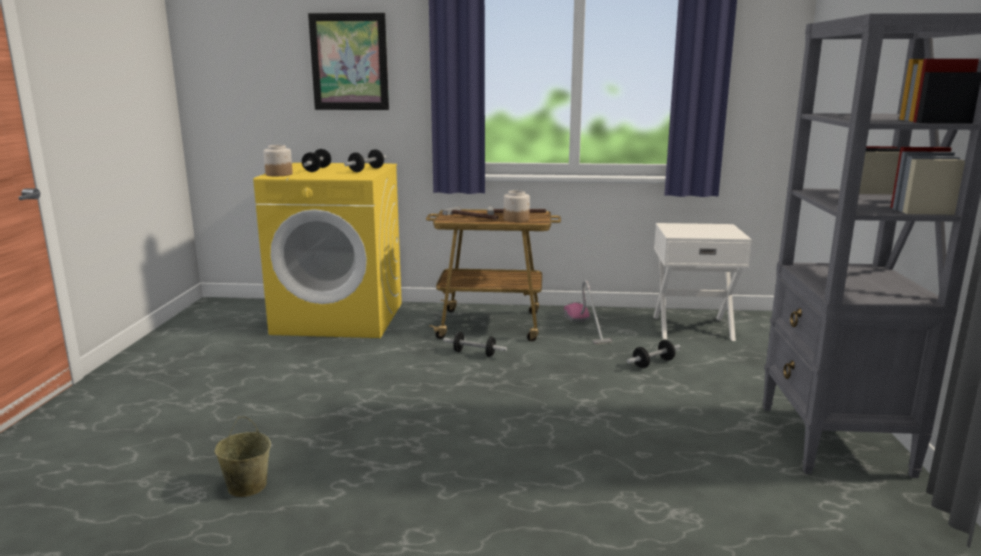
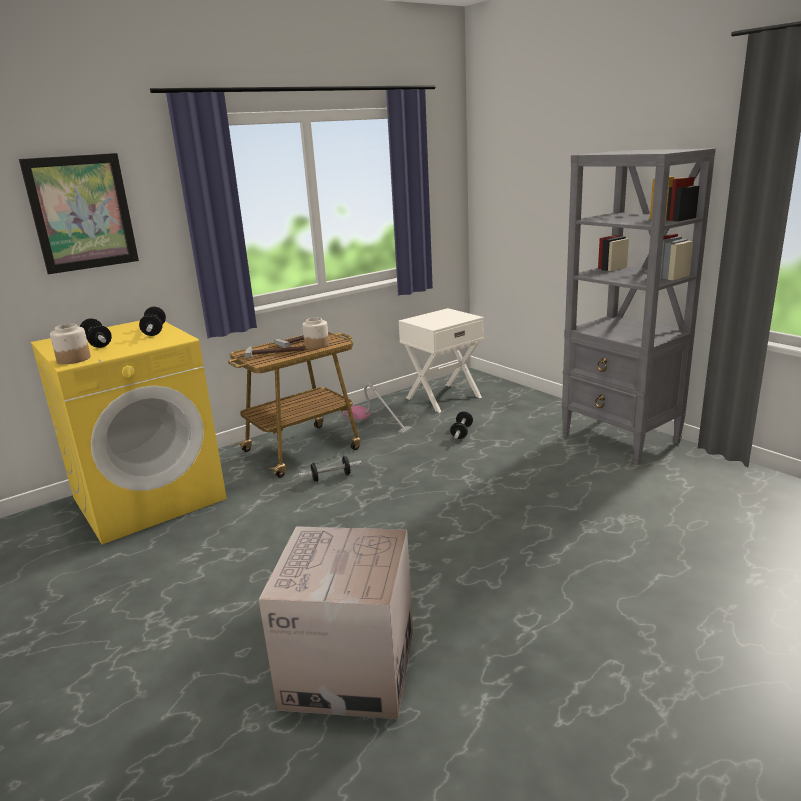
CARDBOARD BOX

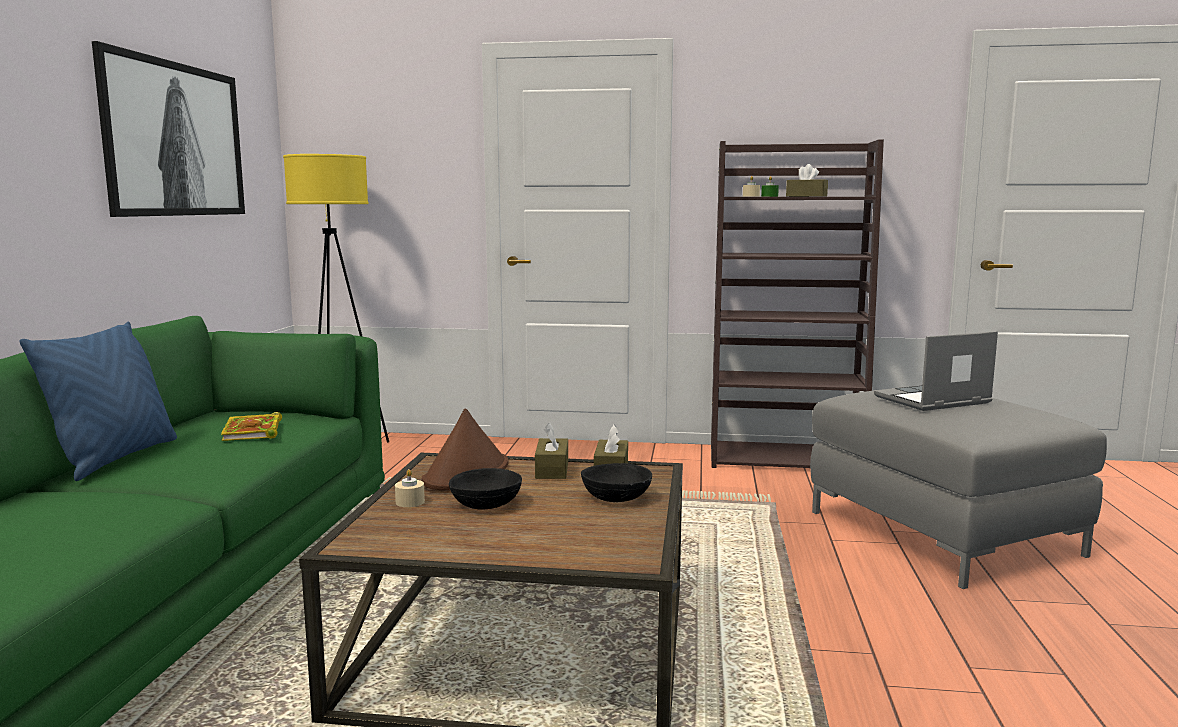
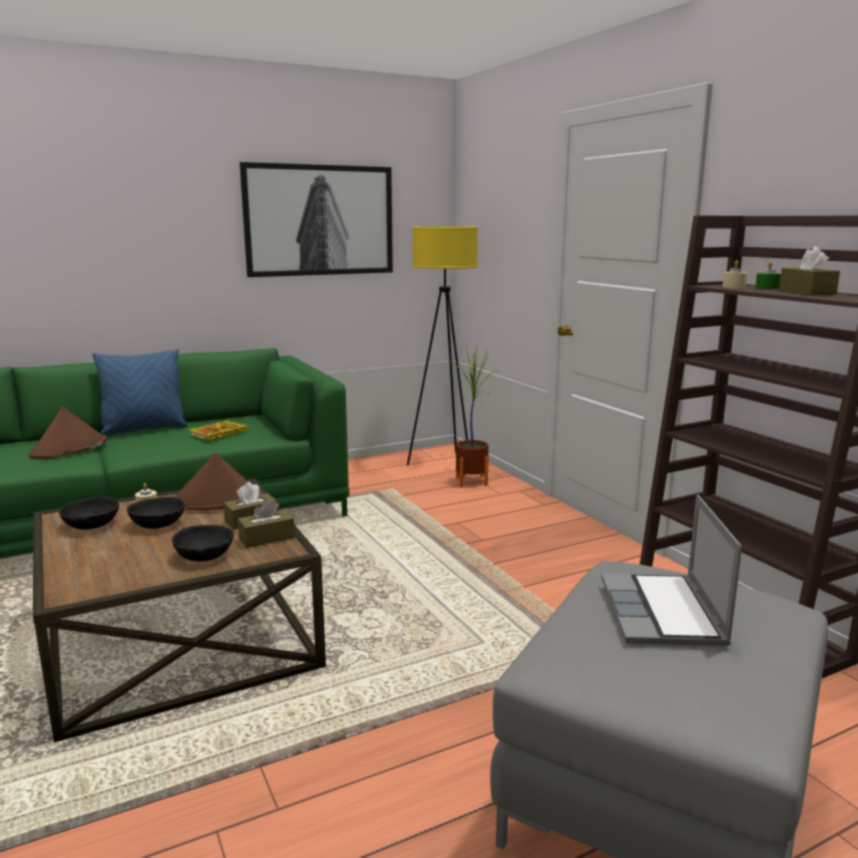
BROWN CLOTHING HAT (no. 1 from left); BLACK-COLOURED BOWL (no. 1 from left); POTTED PLANT; PORTABLE COMPUTER

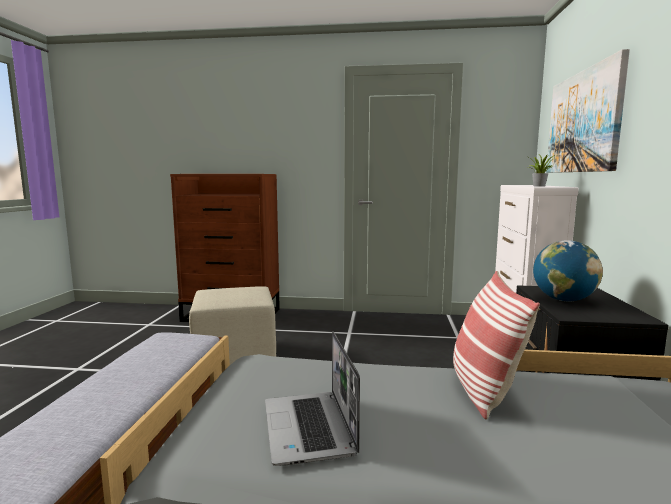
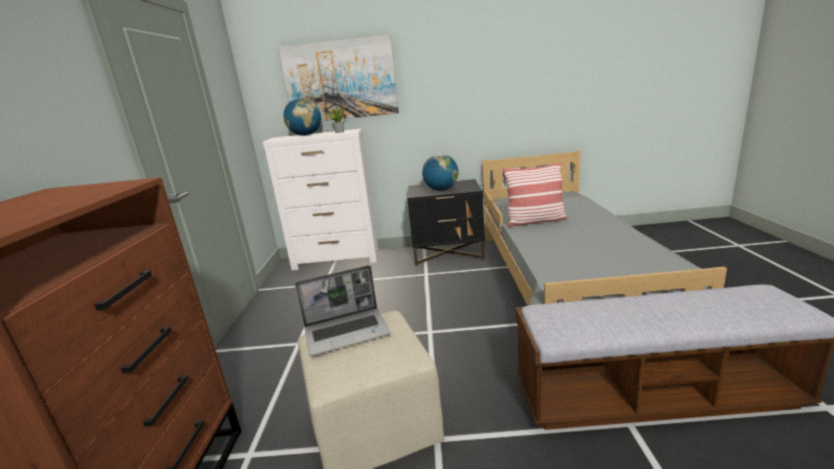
GLOBE (no. 1 from left); PORTABLE COMPUTER

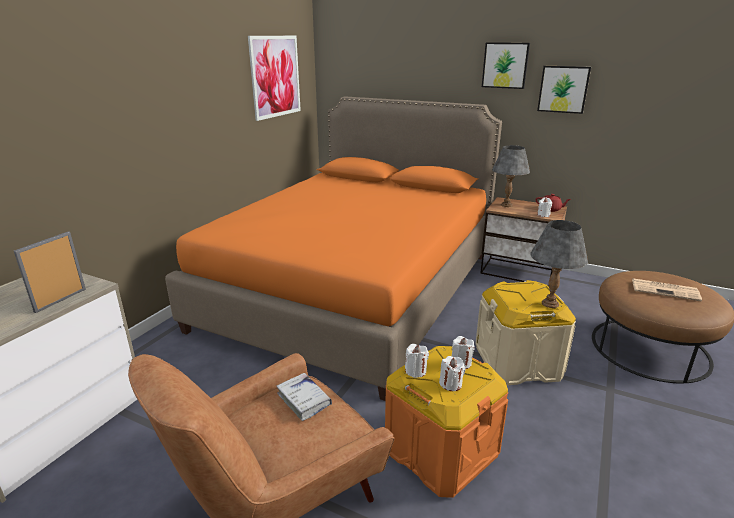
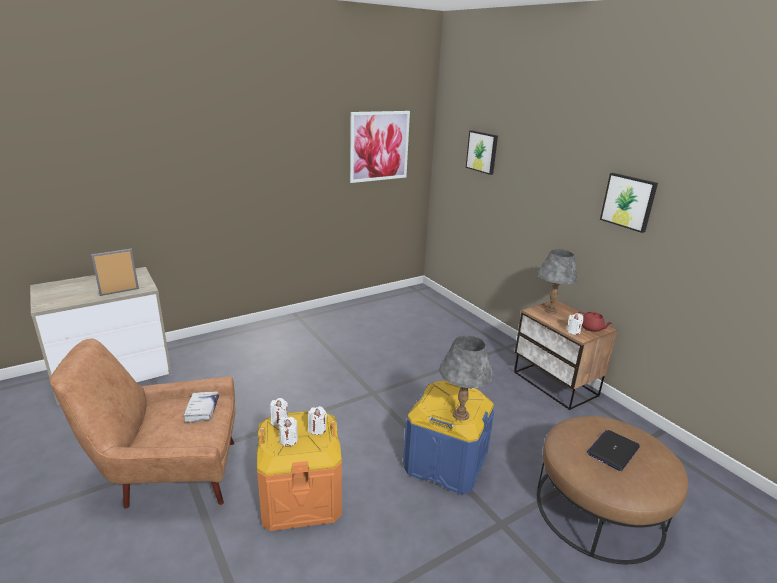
BLUE-COLOURED STORAGE BIN; WALL ART (no. 2 from left); PORTABLE COMPUTER; ORANGE-COLOURED SLEEPING BED

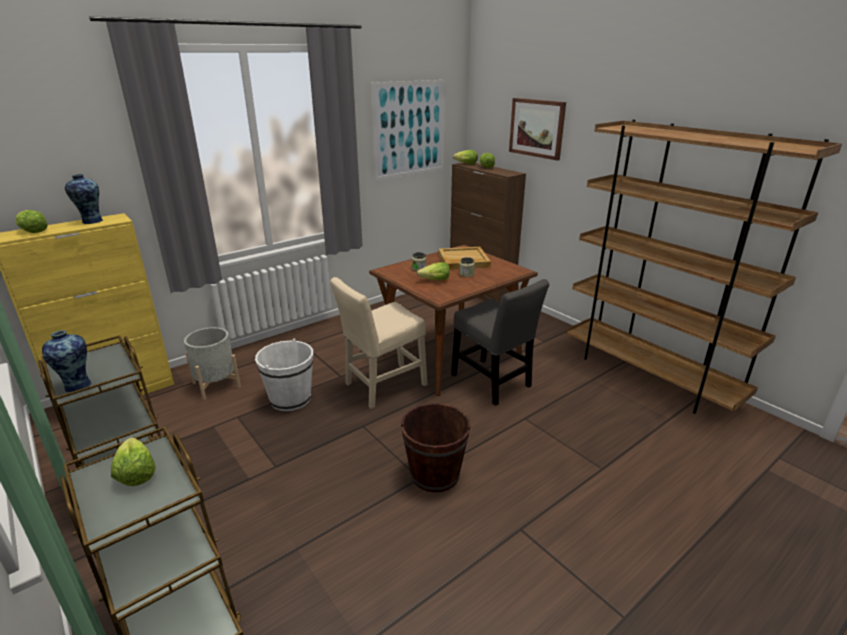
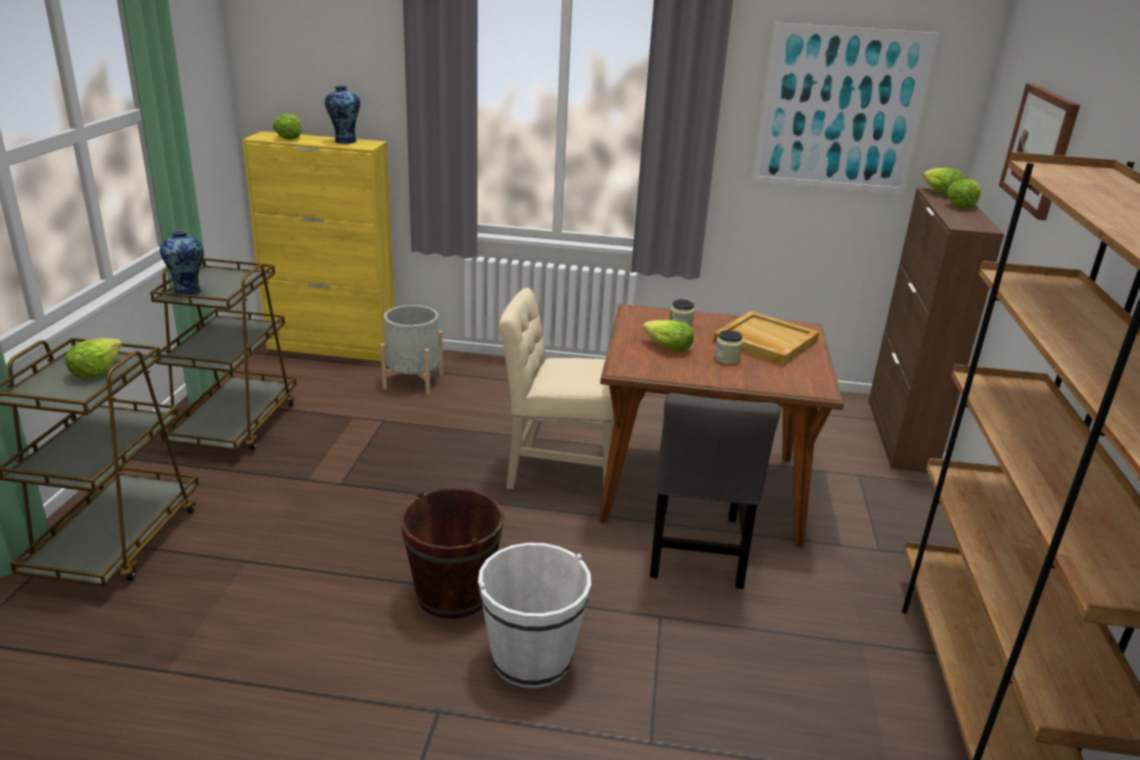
WHITE-COLOURED PAIL

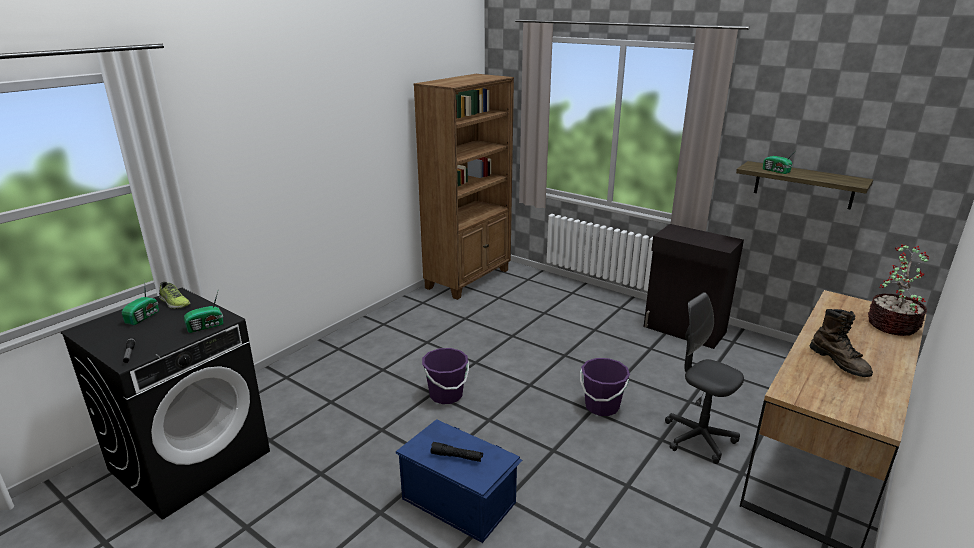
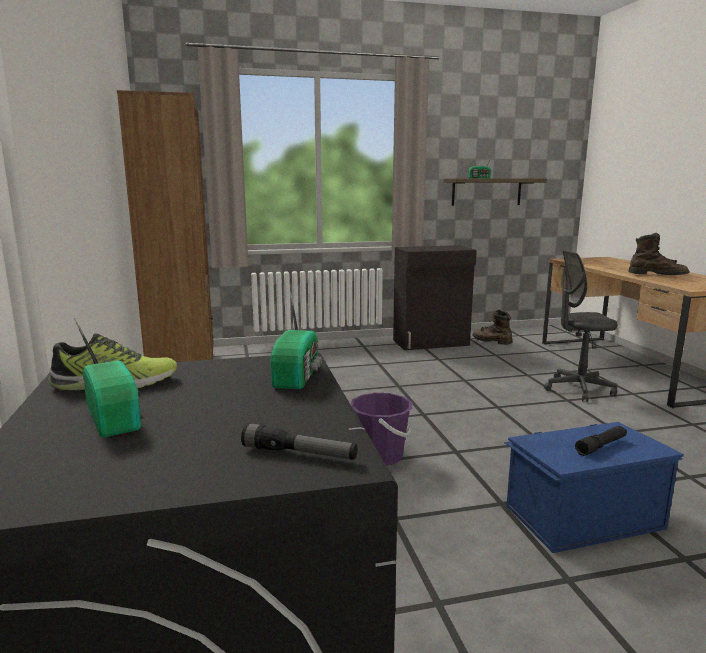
BROWN TALL BOOT (no. 1 from left); PURPLISH PAIL (no. 2 from left in the first image); POTTED PLANT

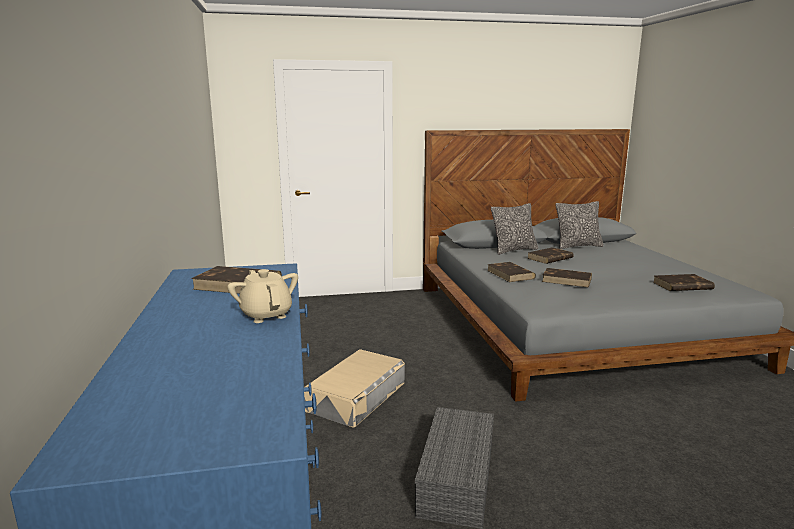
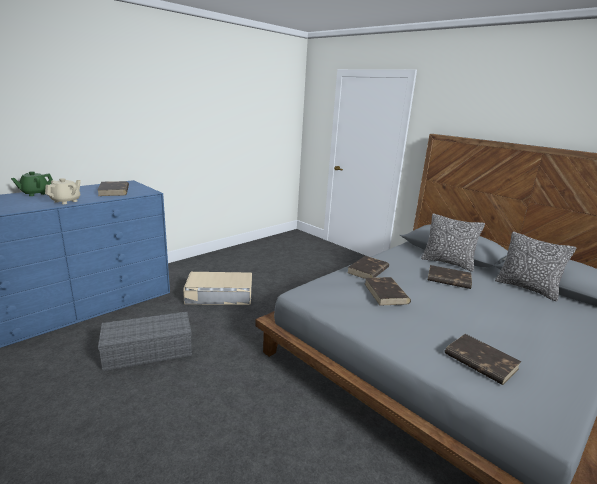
GREENISH POT FOR TEA

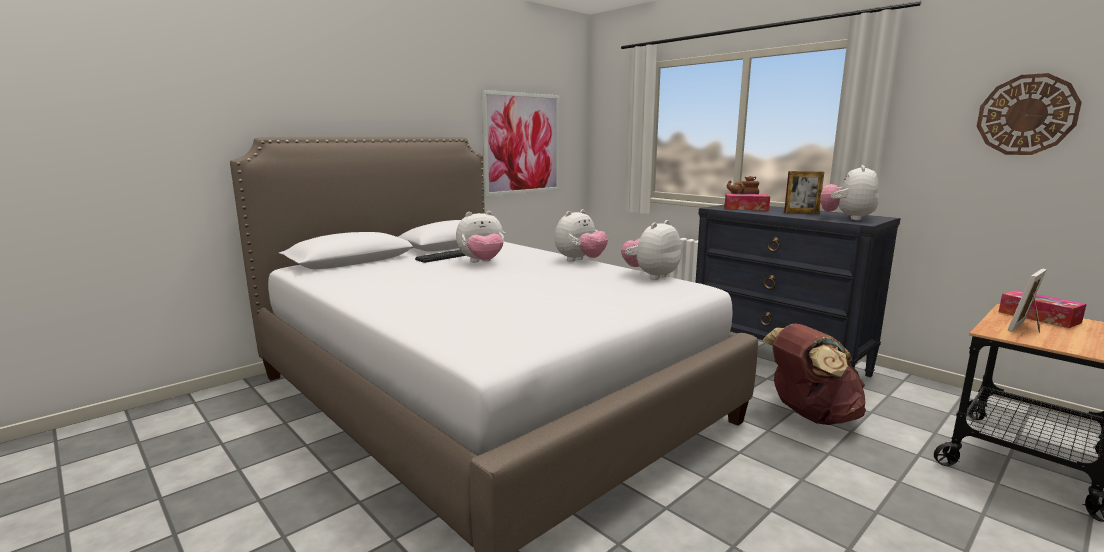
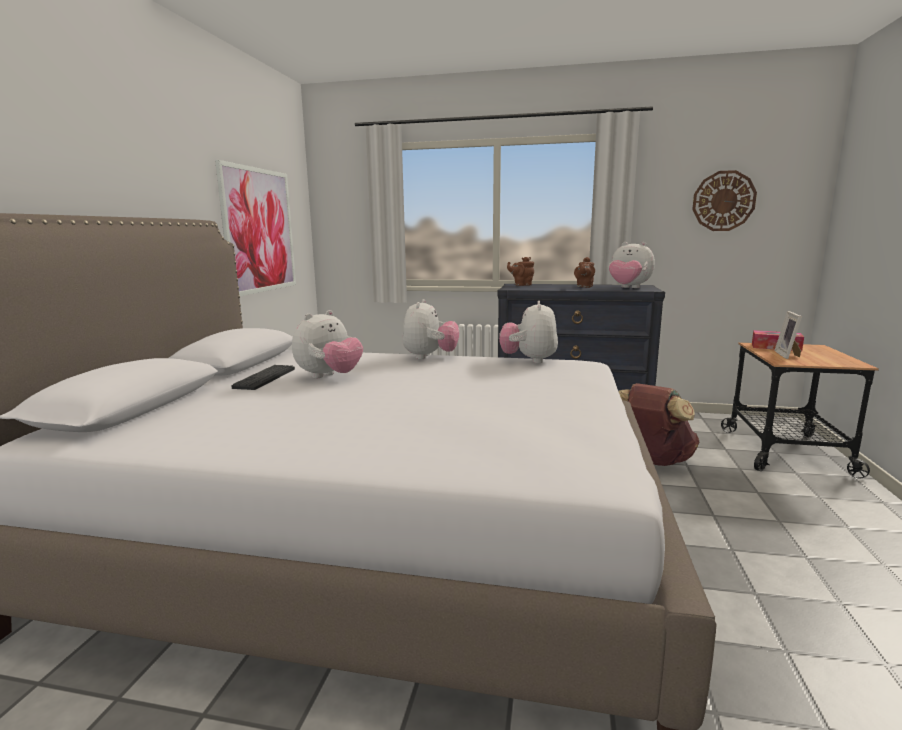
BROWN POT FOR TEA (no. 2 from left); SOFT TOY (no. 4 from left); TISSUE HOLDER (no. 1 from left in the first image)

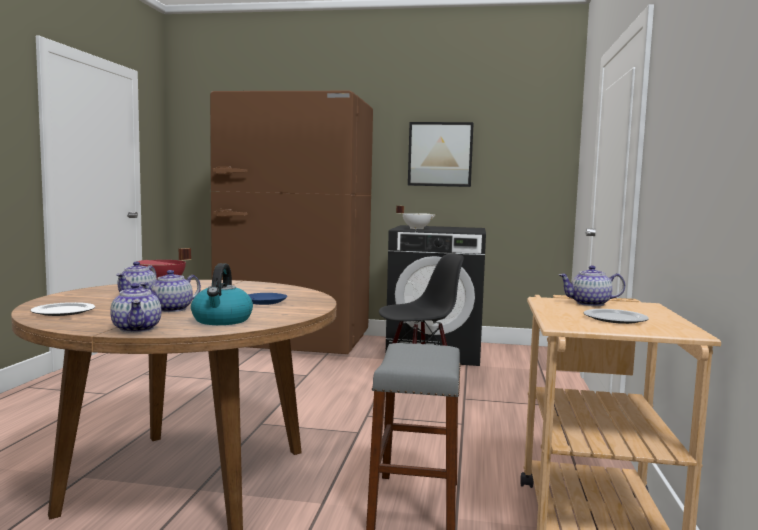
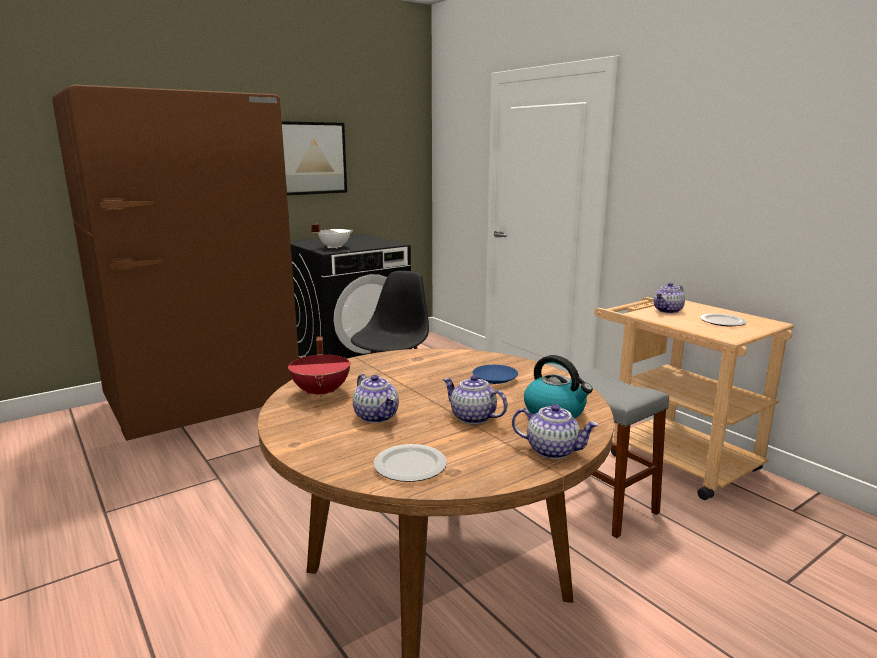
POT FOR TEA (no. 2 from left)

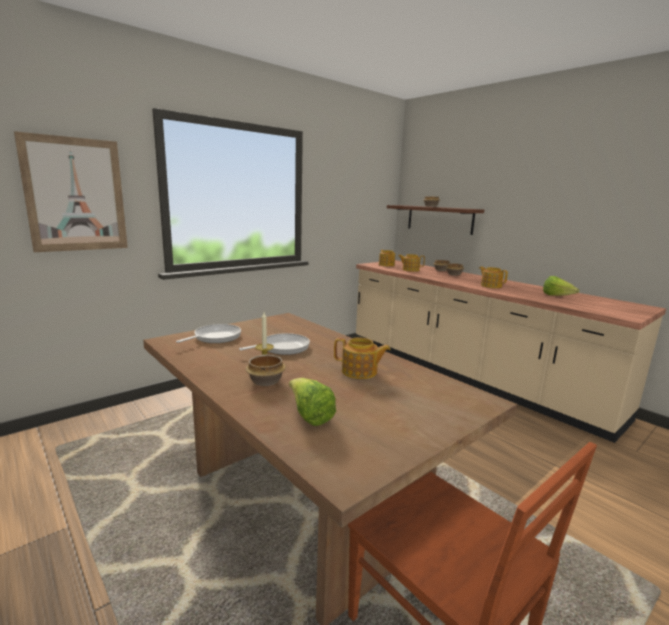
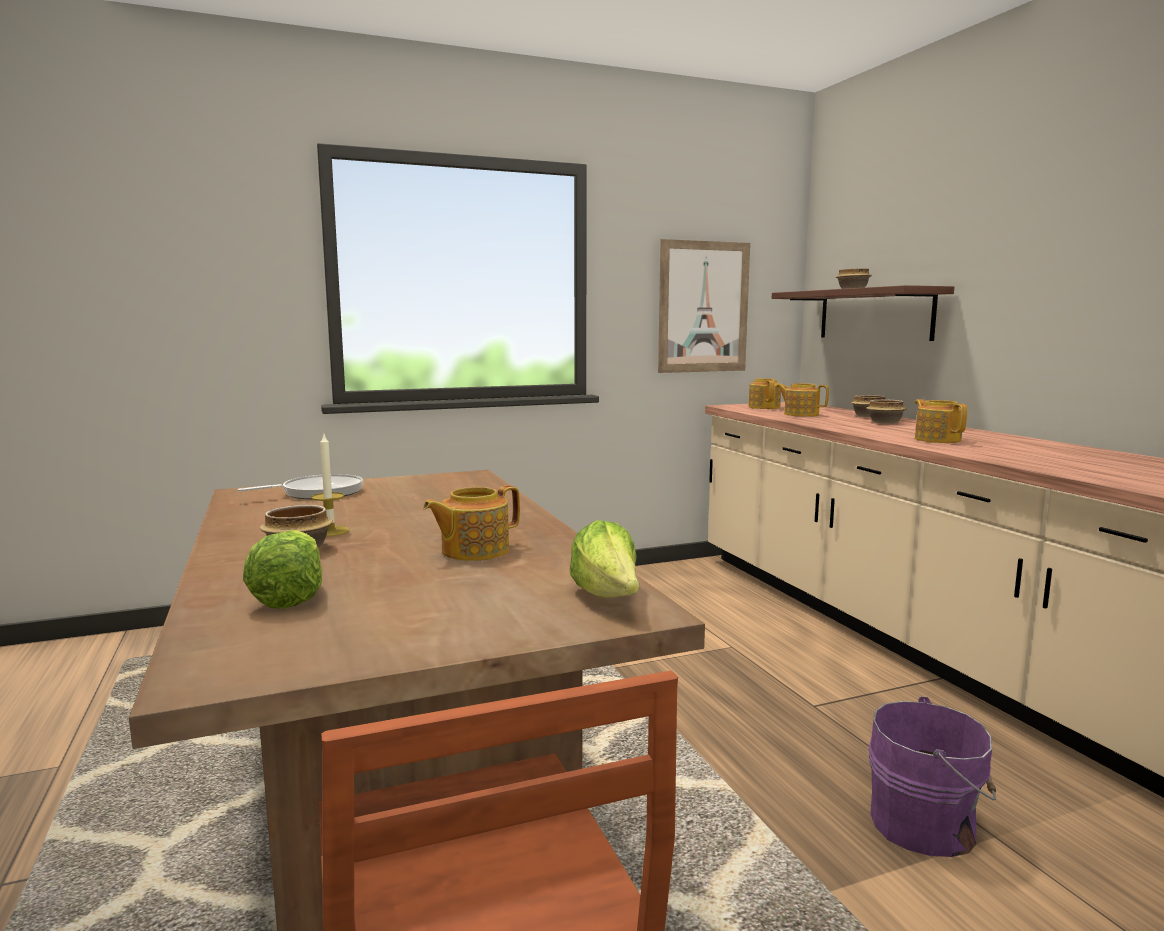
POT FOR TEA (no. 1 from left); LETTUCE HEAD (no. 2 from left); WALL ART; PURPLISH PAIL; FRYING PAN (no. 2 from left in the first image)

